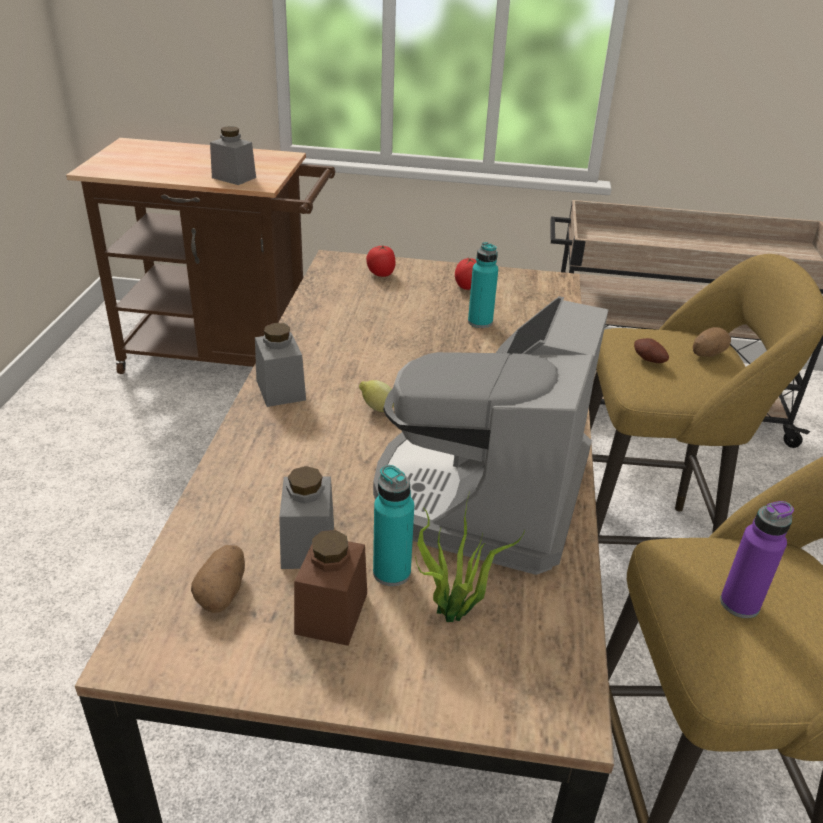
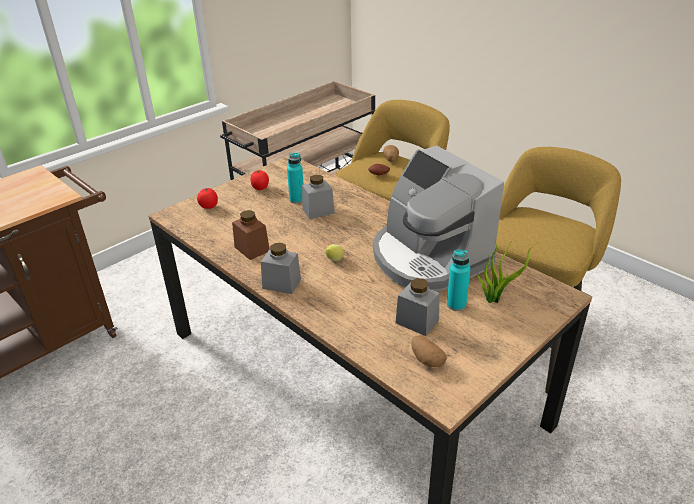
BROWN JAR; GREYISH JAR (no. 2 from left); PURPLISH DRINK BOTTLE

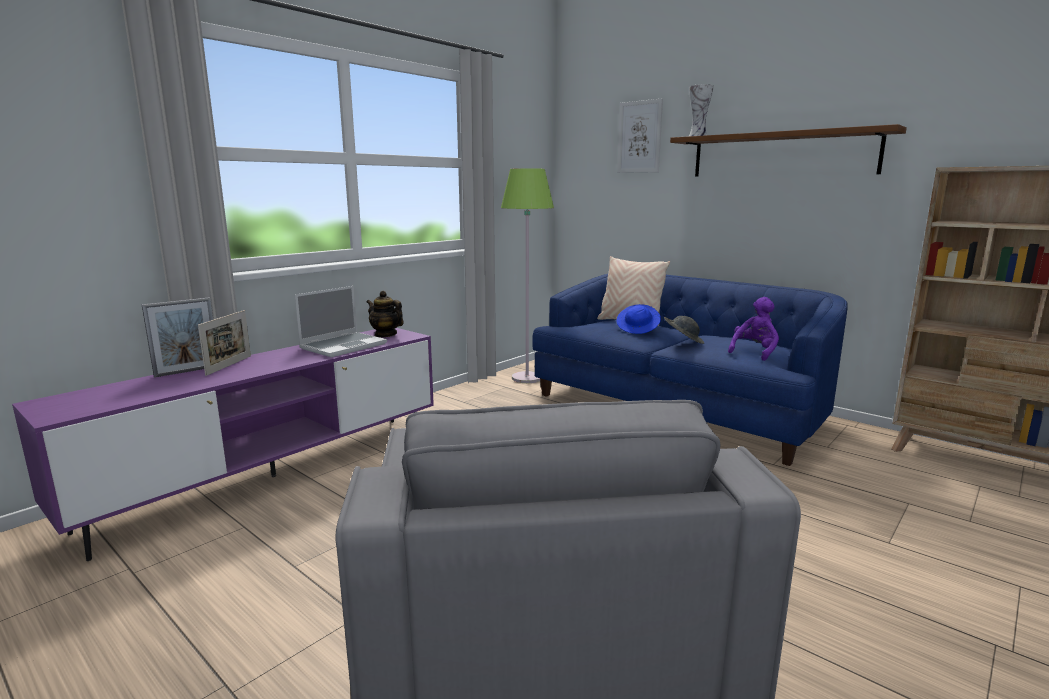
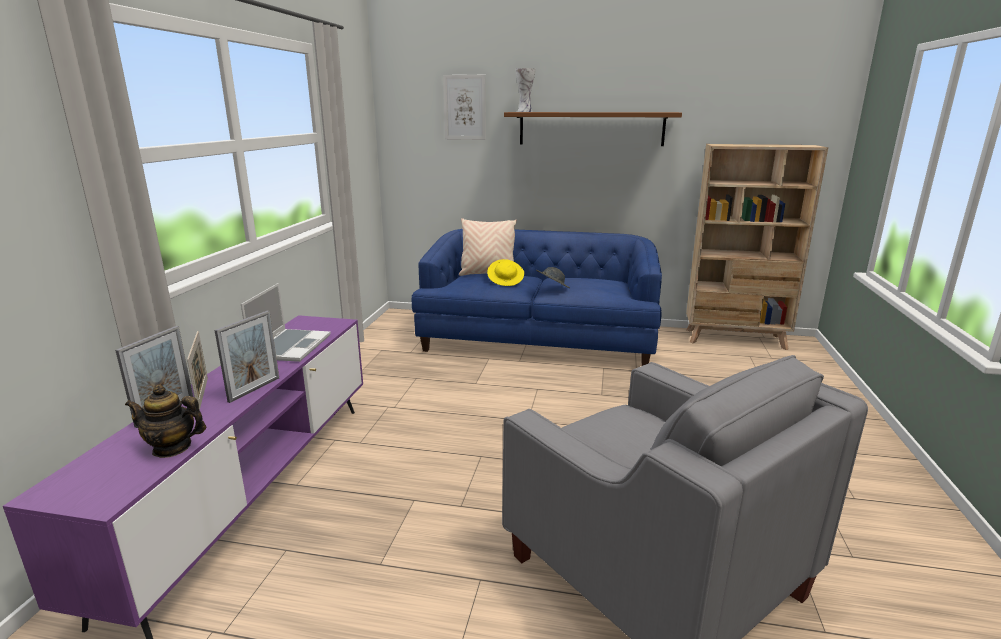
POT FOR TEA; PICTURE FRAME (no. 3 from left); YELLOW CLOTHING HAT; GREENISH FLOOR LAMP; PURPLISH SOFT TOY

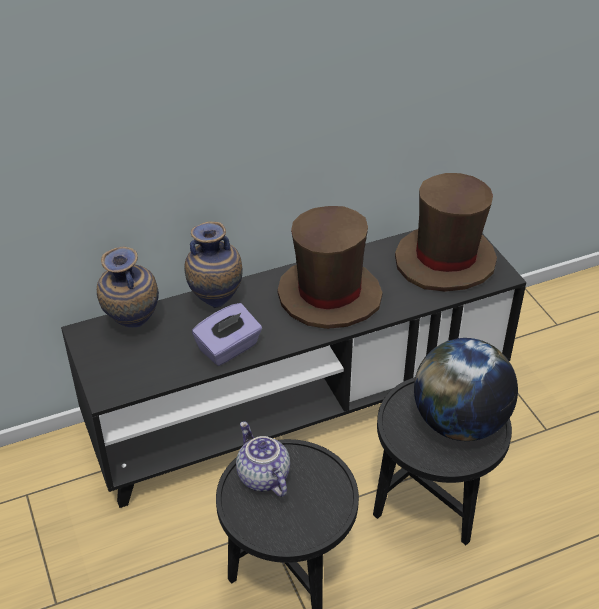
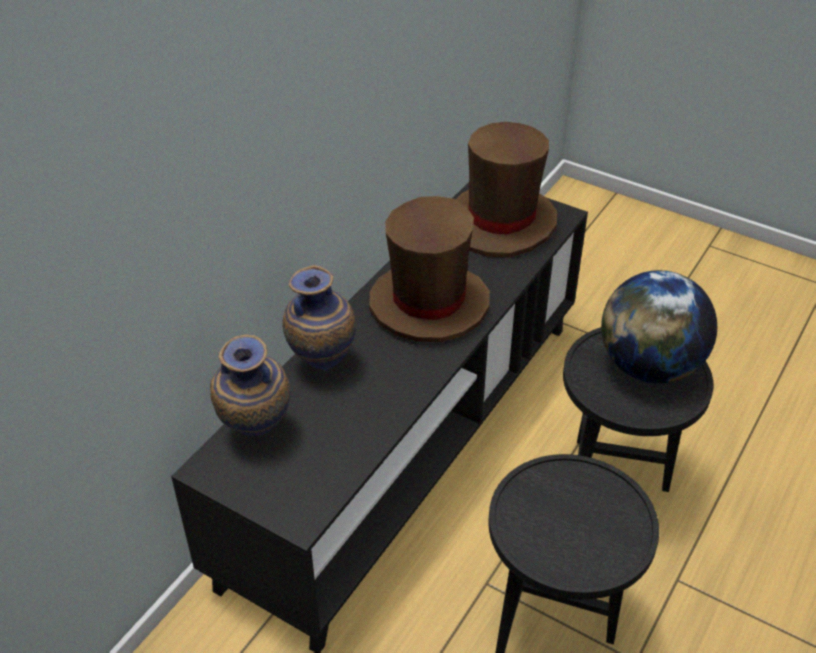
PURPLISH TISSUE HOLDER; POT FOR TEA

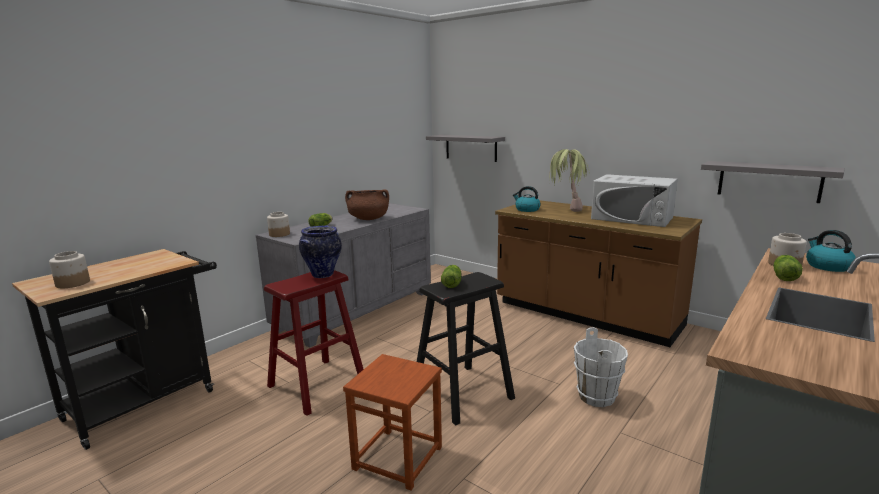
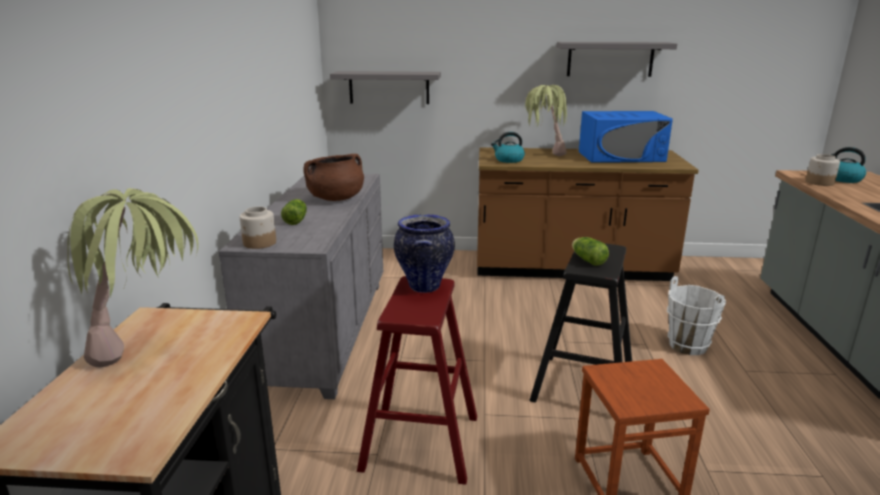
POTTED PLANT (no. 1 from left); GREYISH WALL SHELF (no. 2 from left); BLUE-COLOURED MICROWAVE; JAR (no. 1 from left in the first image); LETTUCE HEAD (no. 3 from left in the first image)

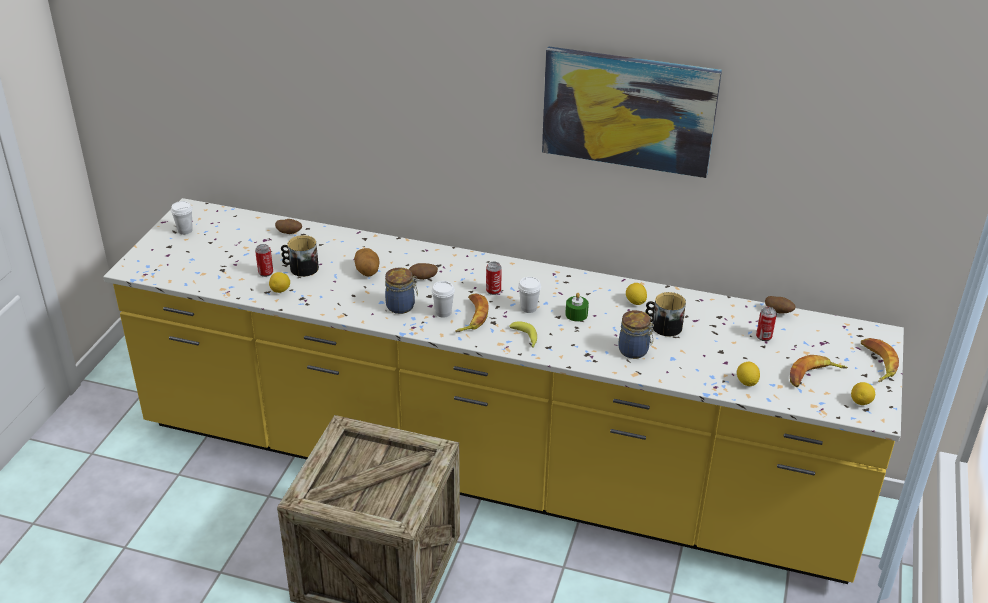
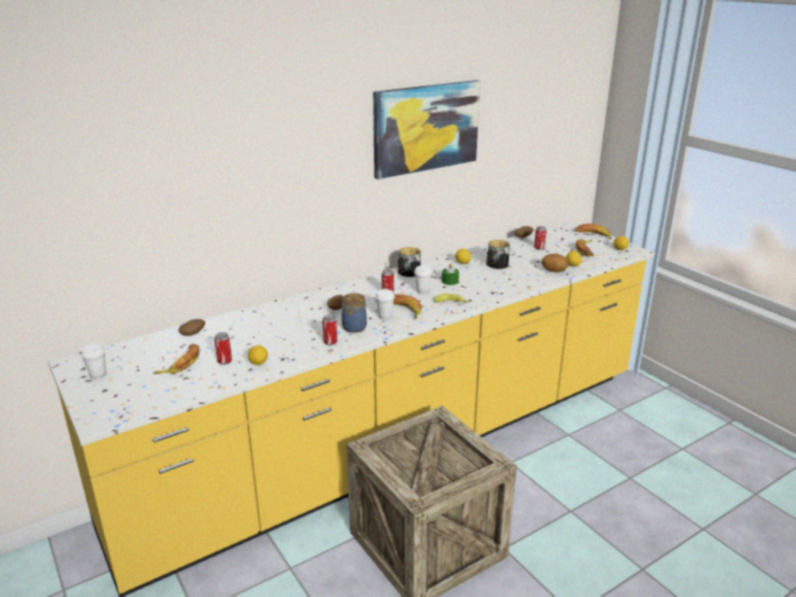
BANANA (no. 1 from left); SEALED CAN (no. 2 from left); MUG (no. 1 from left); WHOLE POTATO (no. 4 from left); JAR (no. 2 from left in the first image)

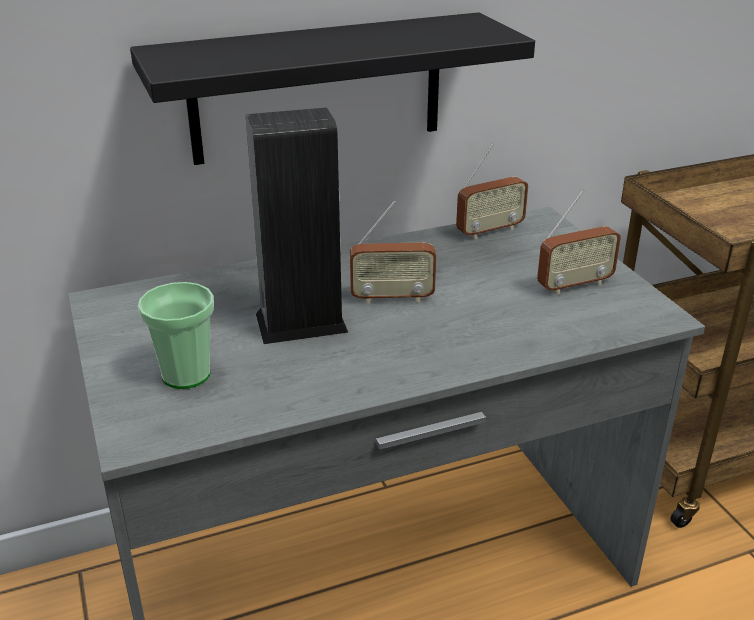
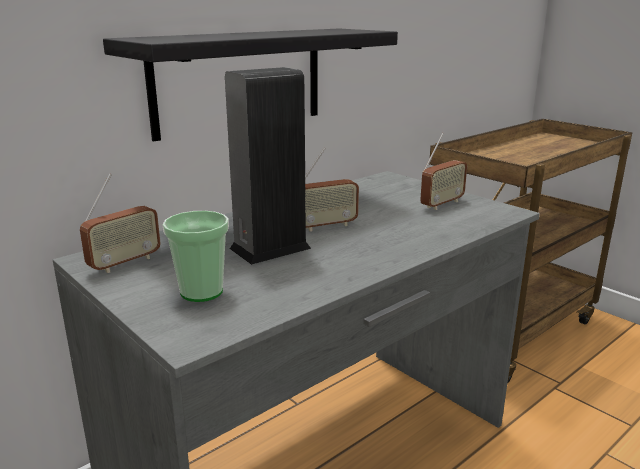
RADIO SET (no. 1 from left)

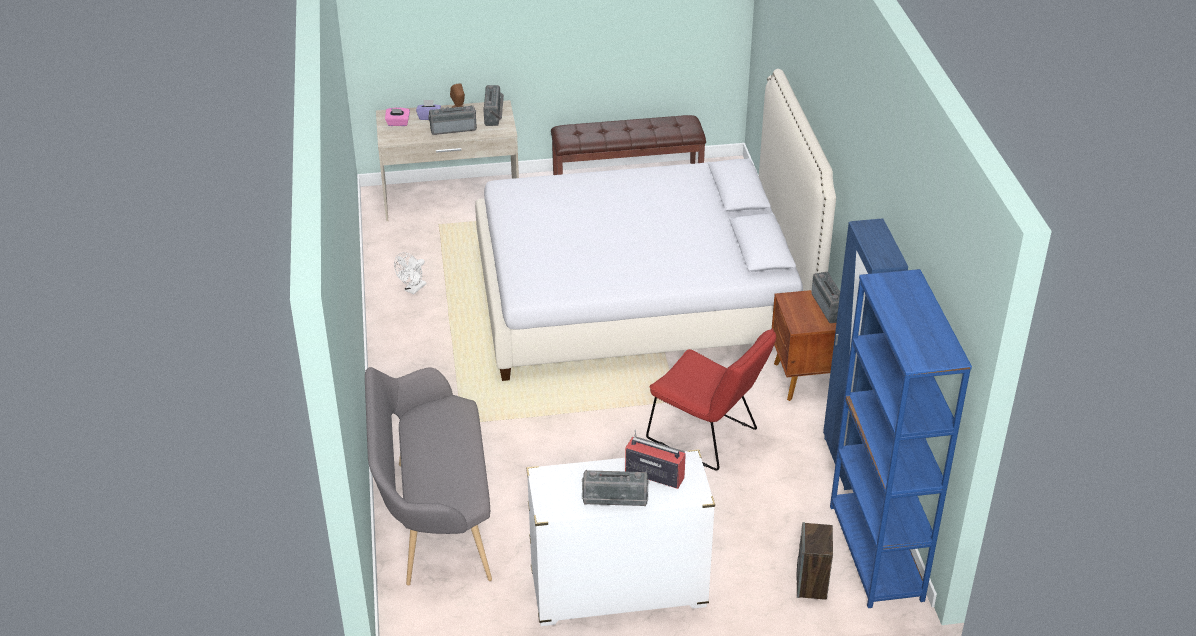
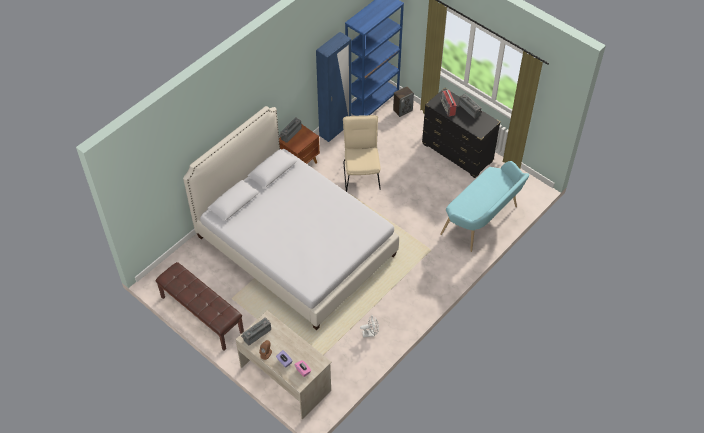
BEIGE-COLOURED UPRIGHT CHAIR; BLACK-COLOURED DRAWER CHEST; BLUE-GREEN BENCH; RADIO SET (no. 1 from left in the first image)

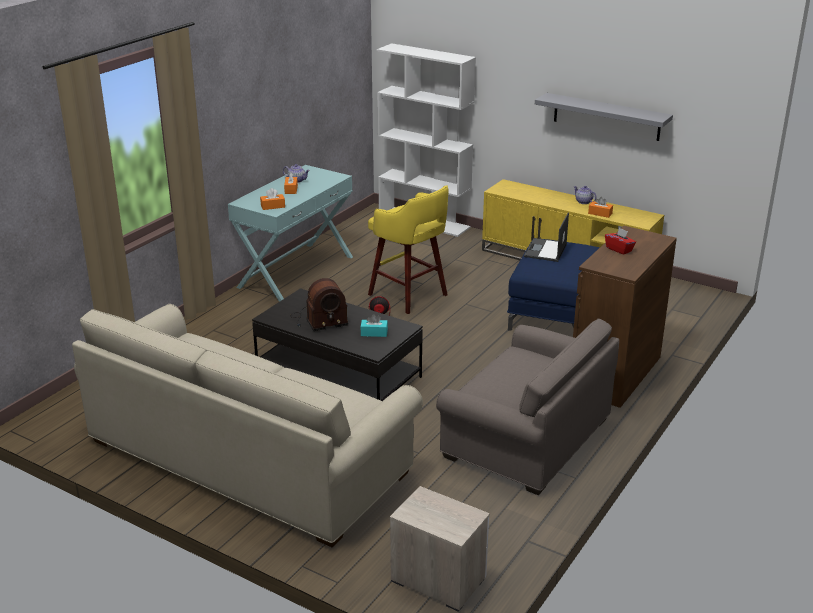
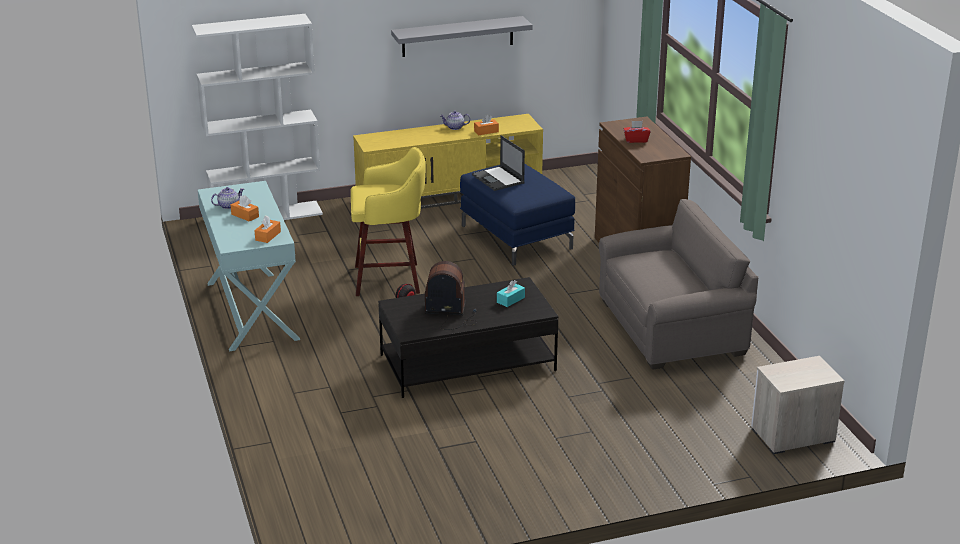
RADIO SET; BEIGE-COLOURED SETTEE

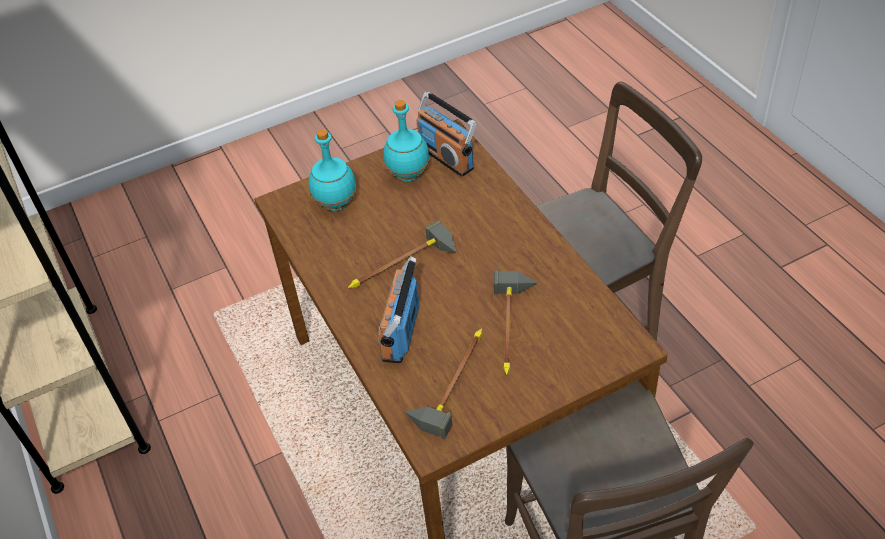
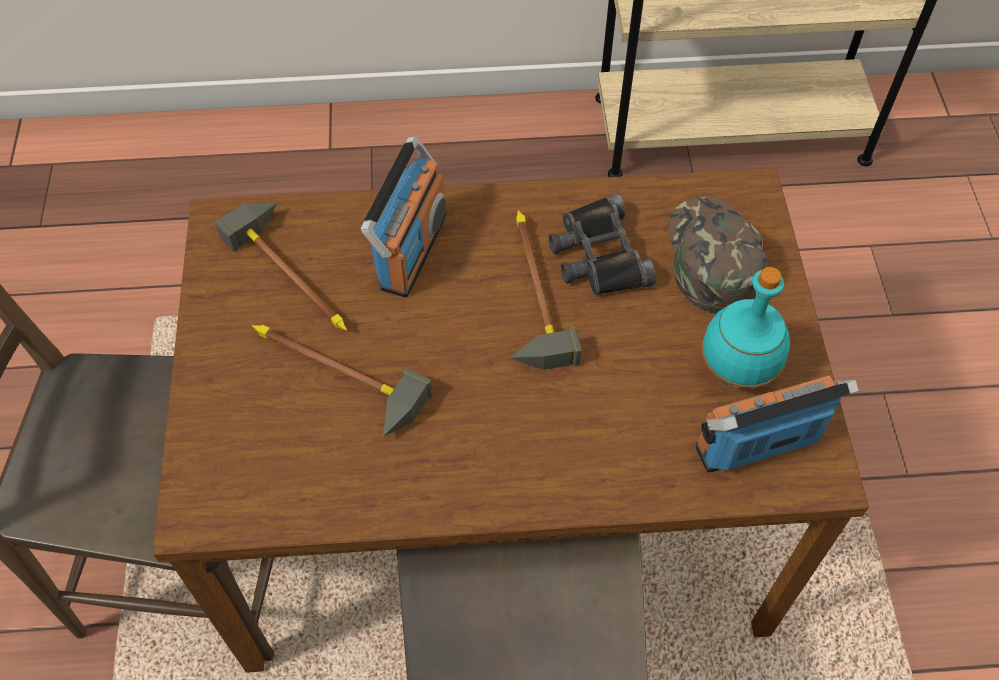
RADIO SET (no. 1 from left); BLACK-COLOURED BINOCULARS; GREENISH CAP

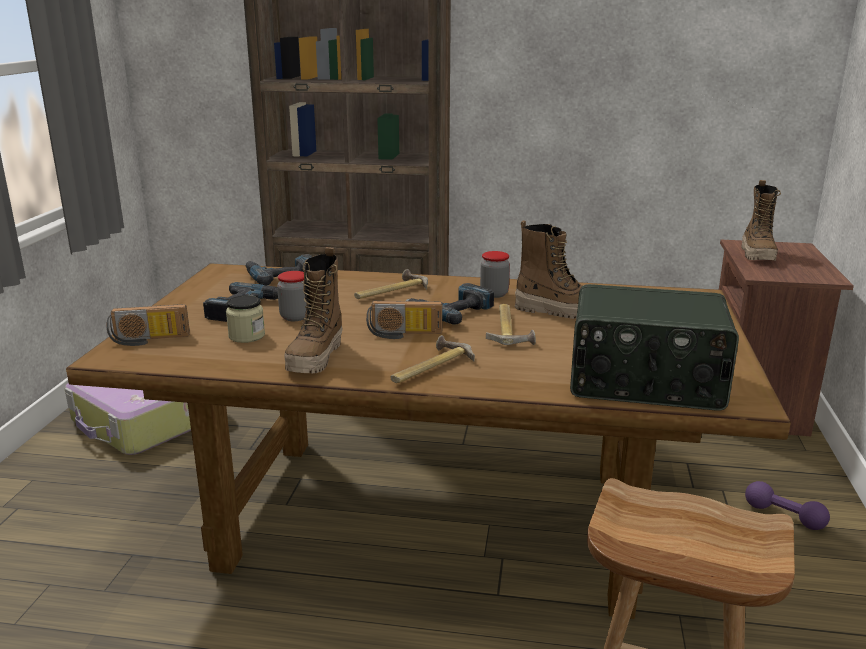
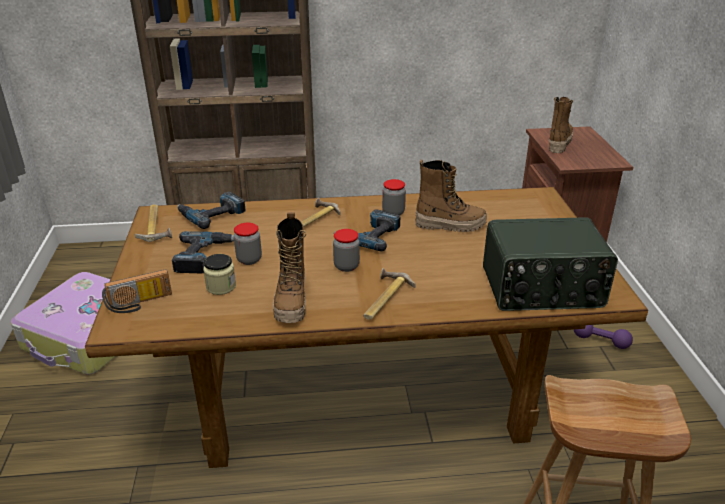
HAND HAMMER (no. 1 from left); JAR (no. 3 from left); TALL BOOT (no. 3 from left)

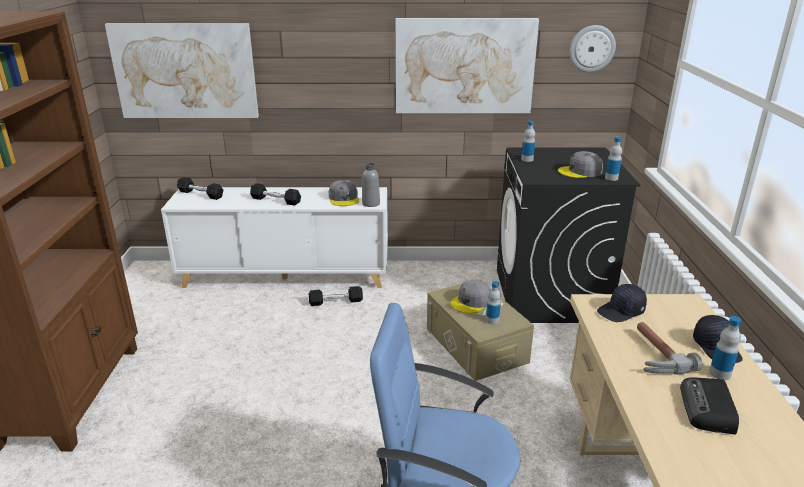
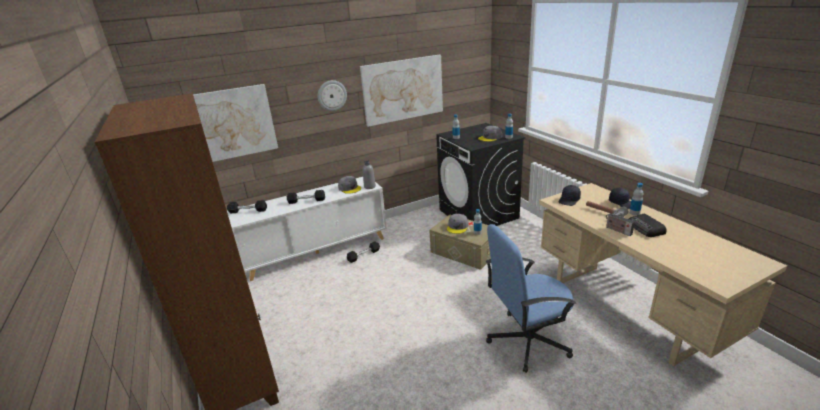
WALL CLOCK; RADIO SET (no. 1 from left)

